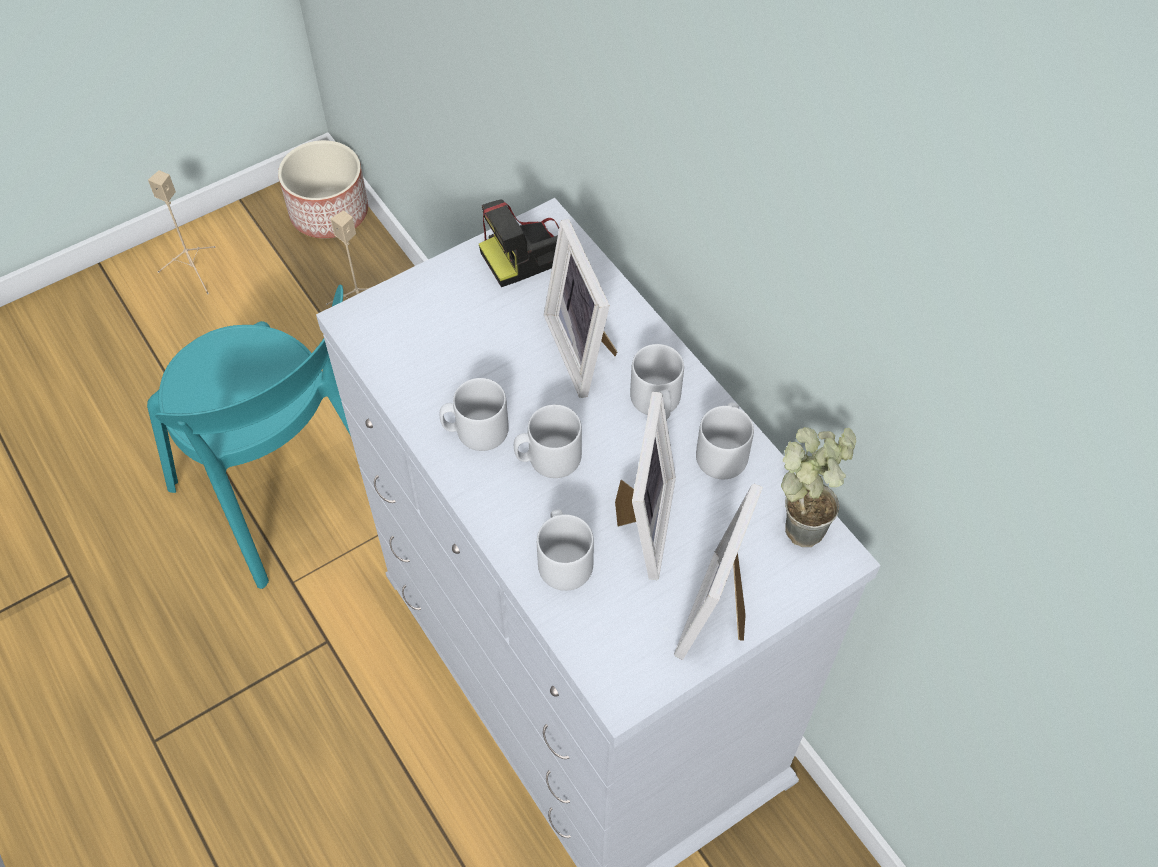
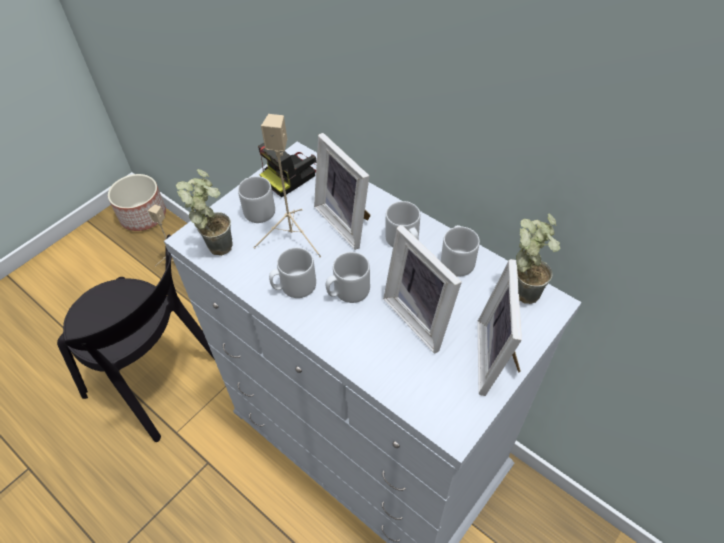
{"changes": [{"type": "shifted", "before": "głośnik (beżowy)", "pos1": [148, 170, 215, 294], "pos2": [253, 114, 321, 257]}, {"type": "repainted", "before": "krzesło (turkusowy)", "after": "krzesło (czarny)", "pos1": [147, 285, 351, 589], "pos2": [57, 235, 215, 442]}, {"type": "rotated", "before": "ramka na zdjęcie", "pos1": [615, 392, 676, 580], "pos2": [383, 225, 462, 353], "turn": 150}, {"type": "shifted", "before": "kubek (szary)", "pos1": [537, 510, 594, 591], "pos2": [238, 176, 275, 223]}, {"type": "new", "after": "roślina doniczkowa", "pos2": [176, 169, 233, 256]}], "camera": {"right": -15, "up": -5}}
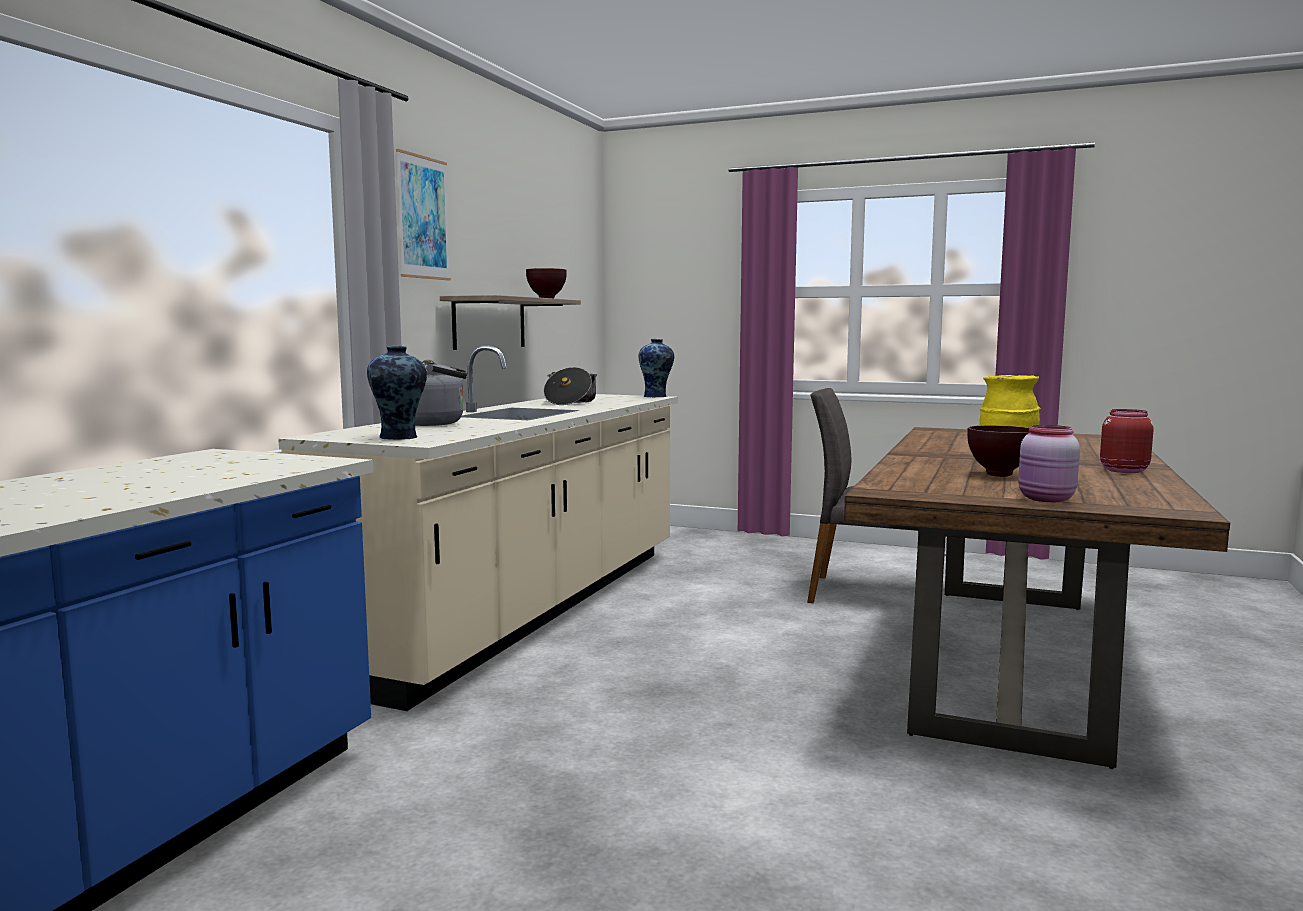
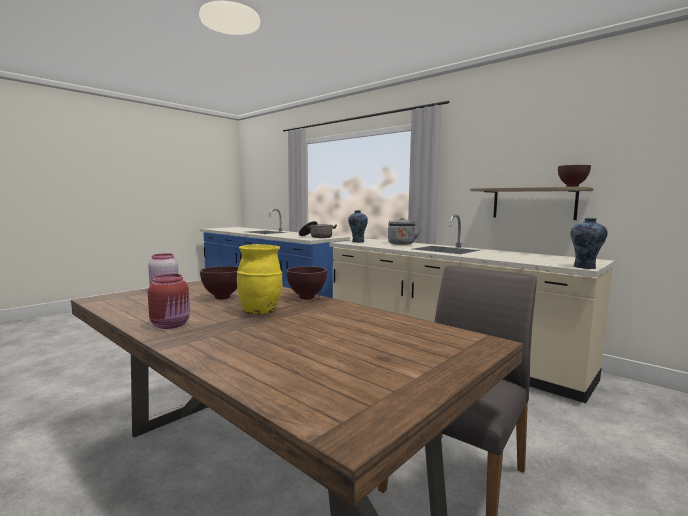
{"changes": [{"type": "gone", "before": "obraz", "pos1": [396, 149, 451, 280]}, {"type": "shifted", "before": "garnek", "pos1": [544, 367, 597, 405], "pos2": [299, 221, 337, 238]}, {"type": "new", "after": "miska (brązowy)", "pos2": [287, 266, 327, 300]}], "camera": {"right": 110, "up": 0}}
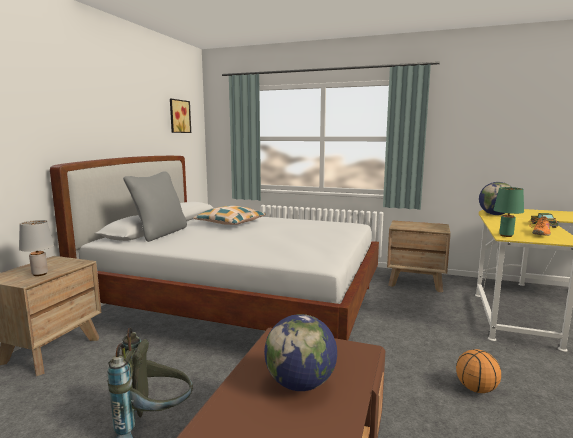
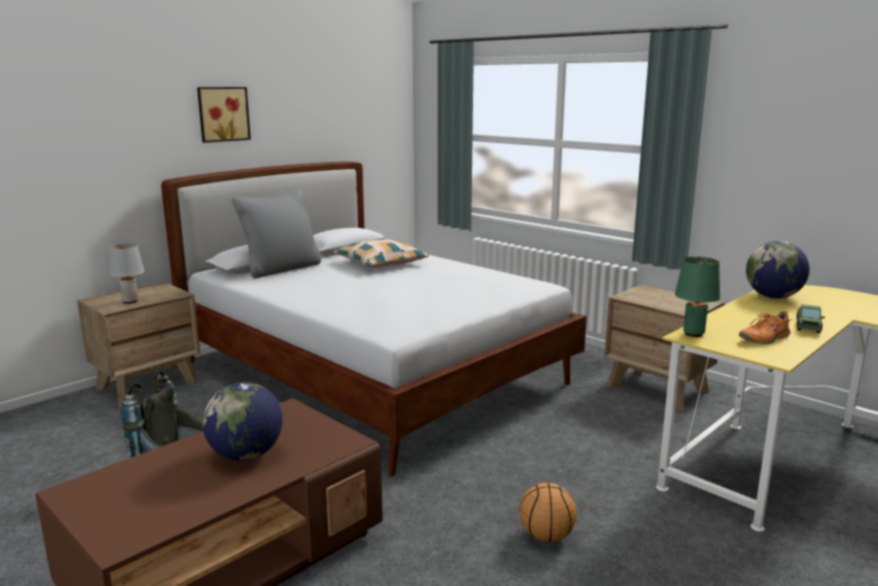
{"changes": [{"type": "shifted", "before": "obraz", "pos1": [170, 99, 191, 133], "pos2": [197, 87, 251, 143]}], "camera": {"right": 25, "up": 5}}
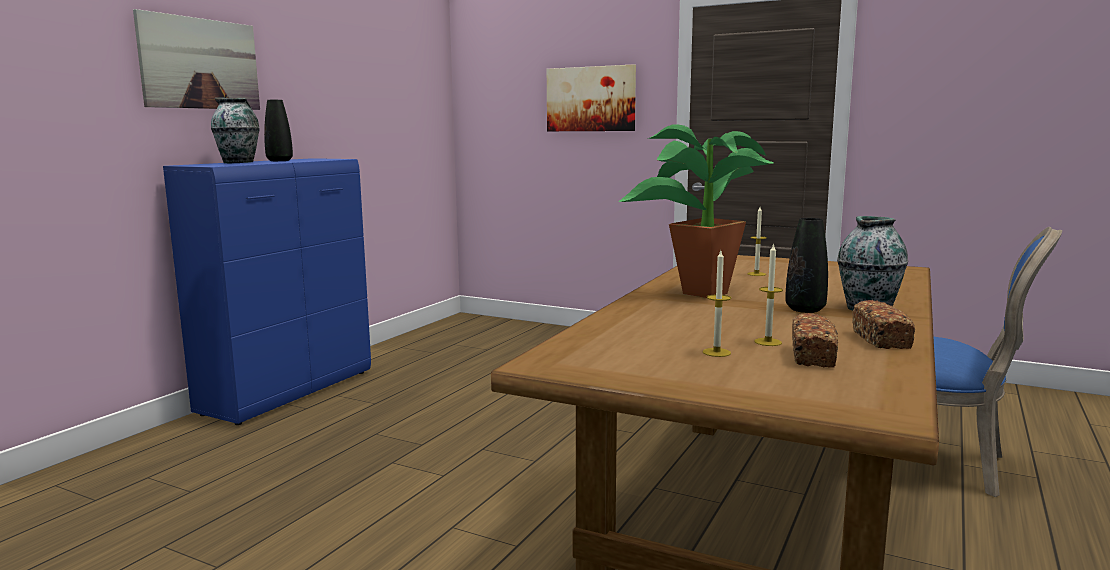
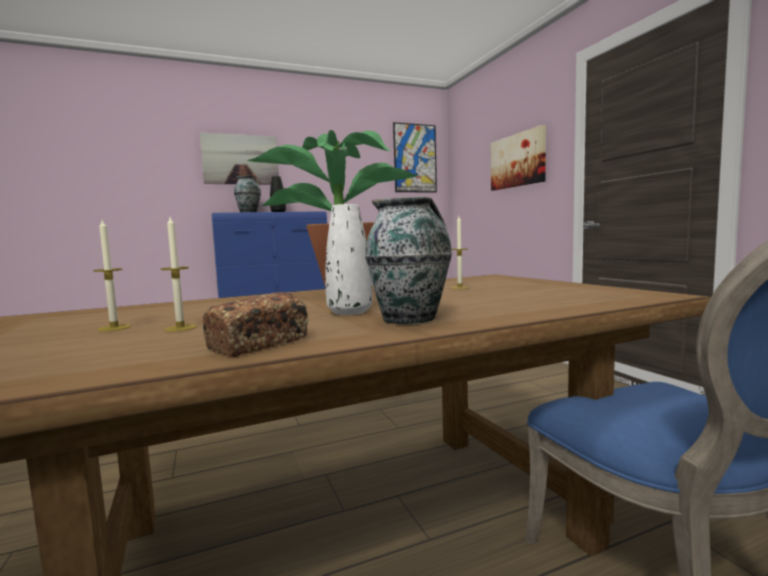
{"changes": [{"type": "repainted", "before": "wazon (czarny)", "after": "wazon (biały)", "pos1": [785, 218, 828, 313], "pos2": [325, 204, 372, 315]}, {"type": "gone", "before": "chleb", "pos1": [792, 313, 838, 368]}, {"type": "new", "after": "obraz", "pos2": [393, 122, 437, 192]}], "camera": {"right": 40, "up": -5}}
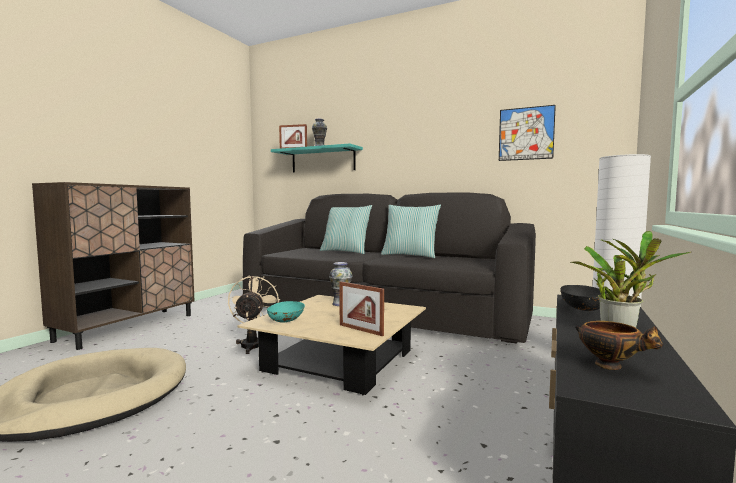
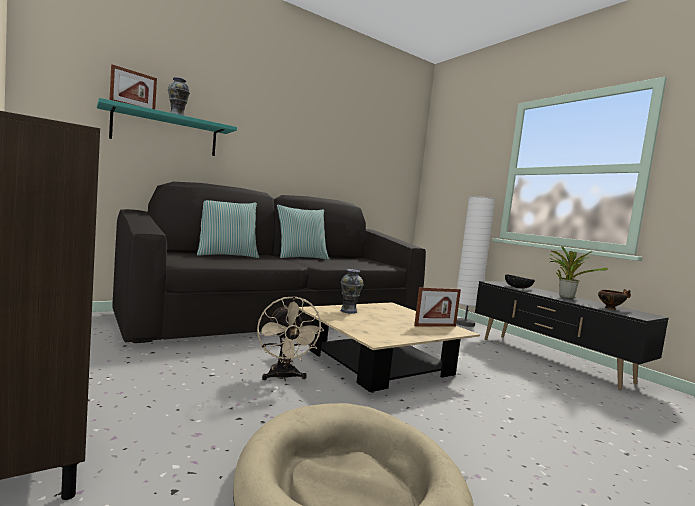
{"changes": [{"type": "gone", "before": "obraz", "pos1": [499, 105, 556, 161]}, {"type": "rotated", "before": "wentylator (beżowy)", "pos1": [228, 276, 280, 354], "pos2": [257, 296, 324, 381], "turn": -135}, {"type": "gone", "before": "miska (turkusowy)", "pos1": [267, 301, 305, 323]}], "camera": {"right": -60, "up": 0}}
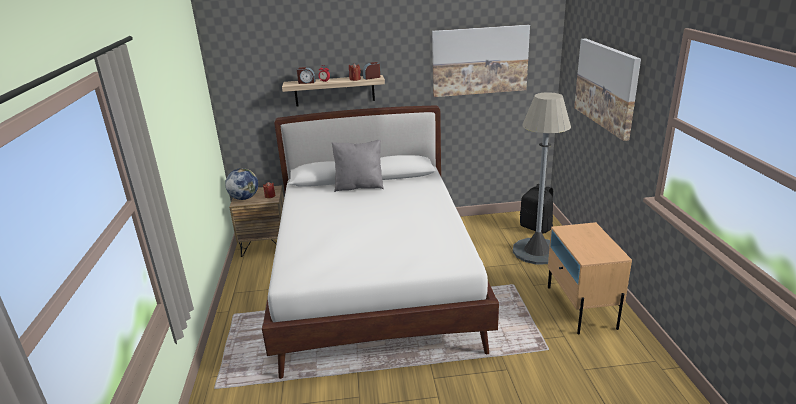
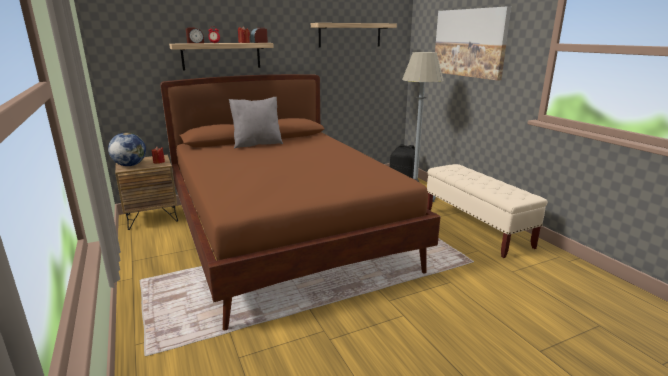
{"changes": [{"type": "swapped", "before": "obraz", "after": "półka", "pos1": [432, 25, 530, 97], "pos2": [311, 23, 397, 47]}, {"type": "repainted", "before": "łóżko (biały)", "after": "łóżko (brązowy)", "pos1": [262, 105, 499, 379], "pos2": [160, 74, 441, 330]}, {"type": "swapped", "before": "szafka nocna (beżowy)", "after": "ławka (beżowy)", "pos1": [548, 222, 632, 334], "pos2": [427, 164, 548, 258]}], "camera": {"right": -20, "up": -5}}
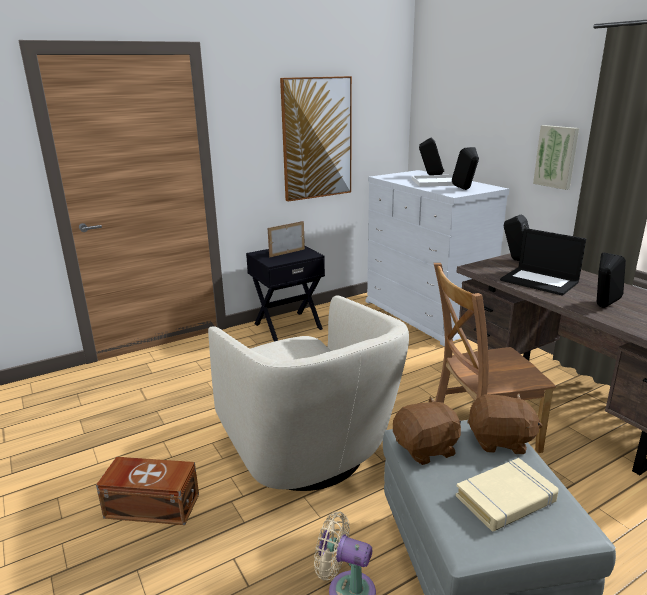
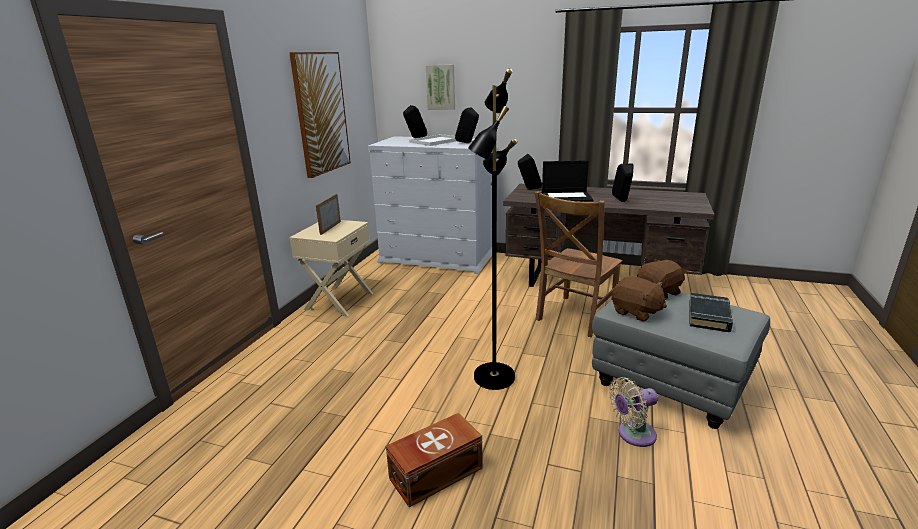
{"changes": [{"type": "shifted", "before": "obraz", "pos1": [533, 125, 579, 190], "pos2": [426, 65, 455, 110]}, {"type": "repainted", "before": "szafka nocna (czarny)", "after": "szafka nocna (beżowy)", "pos1": [246, 246, 325, 341], "pos2": [289, 220, 373, 316]}, {"type": "swapped", "before": "fotel (beżowy)", "after": "lampa stojąca (czarny)", "pos1": [208, 296, 409, 491], "pos2": [468, 68, 517, 390]}, {"type": "rotated", "before": "pluszak (brązowy)", "pos1": [393, 397, 461, 465], "pos2": [612, 276, 667, 322], "turn": 105}, {"type": "repainted", "before": "książka (beżowy)", "after": "książka (czarny)", "pos1": [456, 458, 559, 531], "pos2": [689, 293, 733, 332]}], "camera": {"right": -40, "up": 0}}
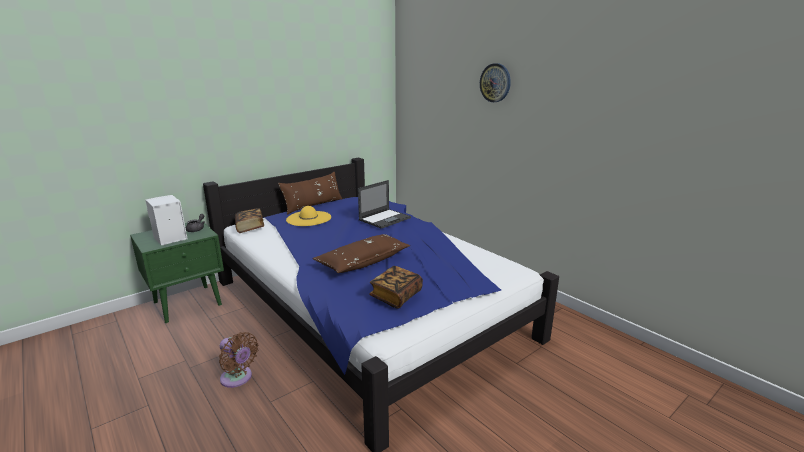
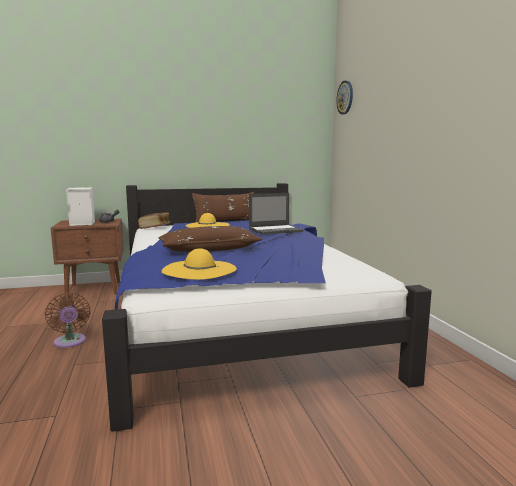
{"changes": [{"type": "shifted", "before": "zegar ścienny", "pos1": [480, 63, 511, 102], "pos2": [336, 81, 353, 115]}, {"type": "repainted", "before": "szafka nocna (zielony)", "after": "szafka nocna (brązowy)", "pos1": [130, 220, 224, 323], "pos2": [51, 219, 124, 295]}, {"type": "swapped", "before": "książka", "after": "kapelusz (żółty)", "pos1": [369, 266, 423, 309], "pos2": [162, 248, 237, 280]}], "camera": {"right": 25, "up": -10}}
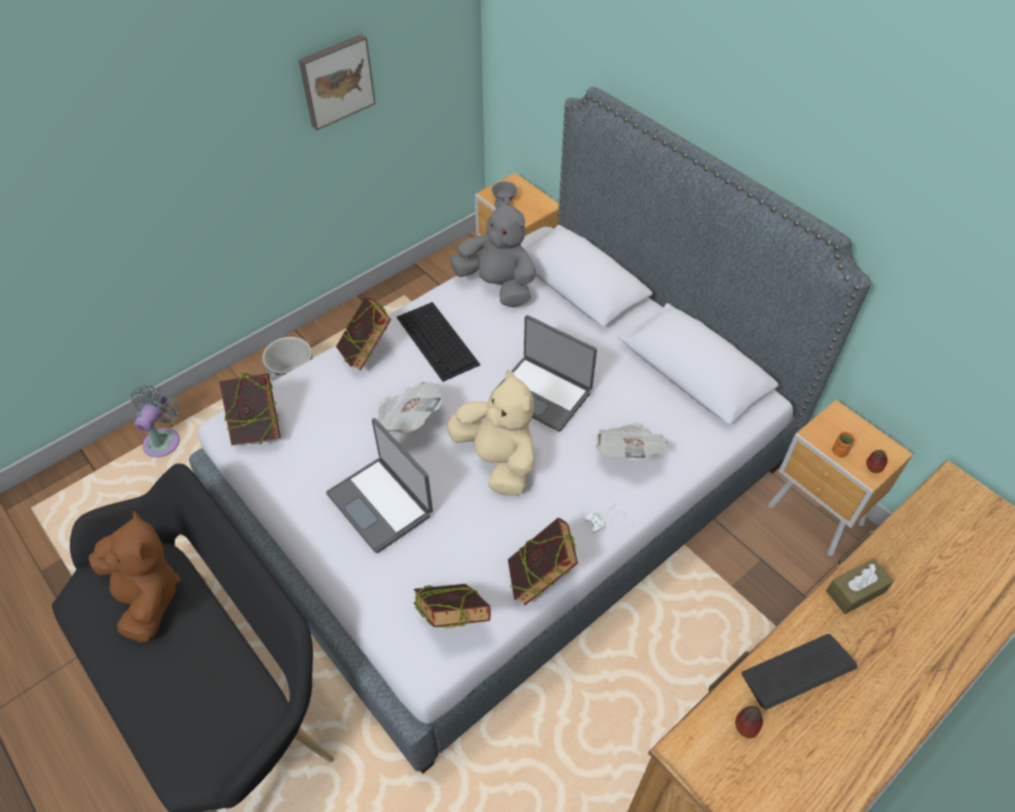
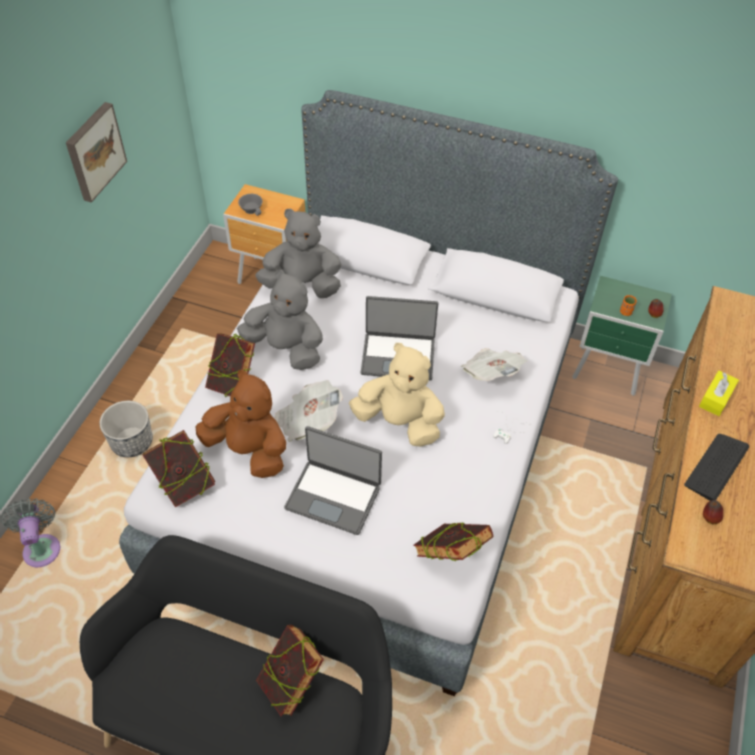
{"changes": [{"type": "swapped", "before": "klawiatura", "after": "pluszak (szary)", "pos1": [397, 302, 481, 382], "pos2": [237, 270, 323, 370]}, {"type": "repainted", "before": "szafka nocna (brązowy)", "after": "szafka nocna (zielony)", "pos1": [769, 400, 913, 556], "pos2": [572, 276, 672, 396]}, {"type": "shifted", "before": "pluszak (brązowy)", "pos1": [89, 510, 180, 643], "pos2": [195, 370, 286, 478]}, {"type": "shifted", "before": "książka", "pos1": [508, 518, 578, 605], "pos2": [256, 625, 324, 716]}, {"type": "repainted", "before": "pudełko chusteczek (brązowy)", "after": "pudełko chusteczek (żółty)", "pos1": [826, 559, 894, 614], "pos2": [699, 370, 739, 416]}], "camera": {"right": -30, "up": 0}}
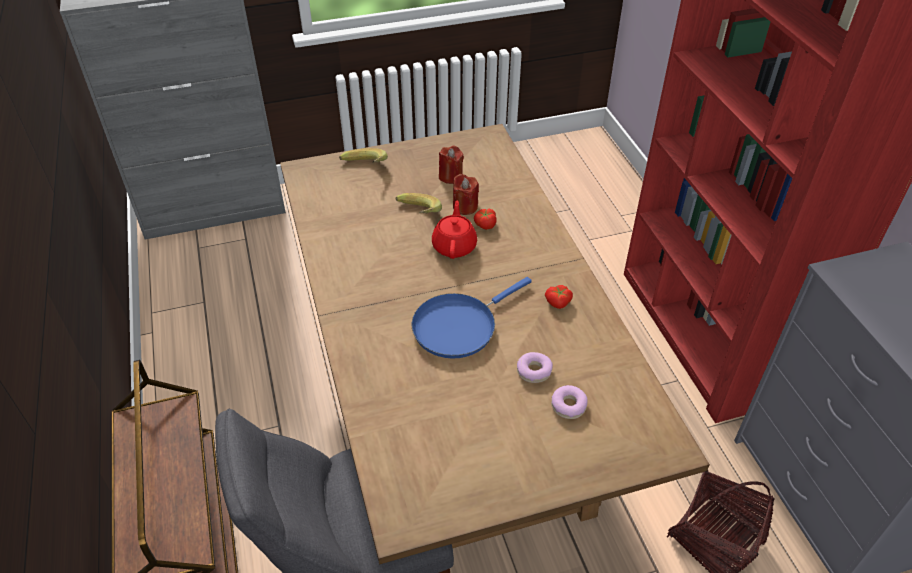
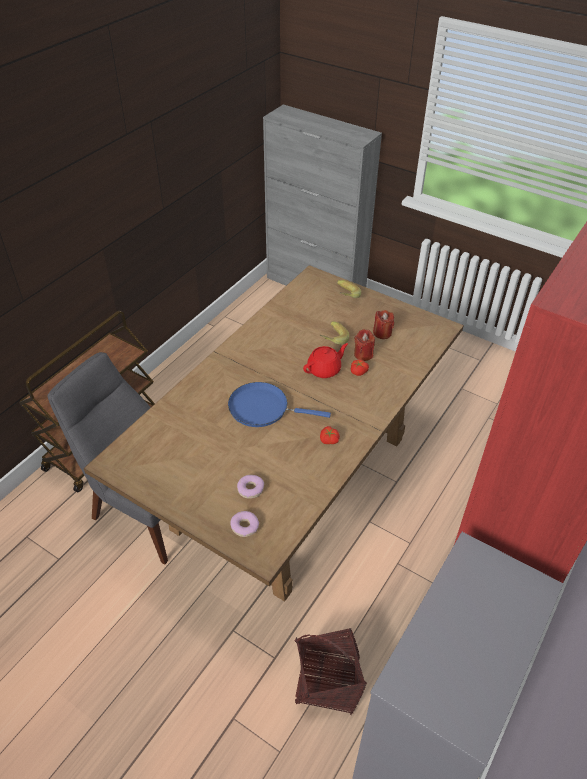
{"changes": [{"type": "shifted", "before": "donut", "pos1": [517, 352, 553, 383], "pos2": [230, 511, 259, 537]}], "camera": {"right": 50, "up": 0}}
